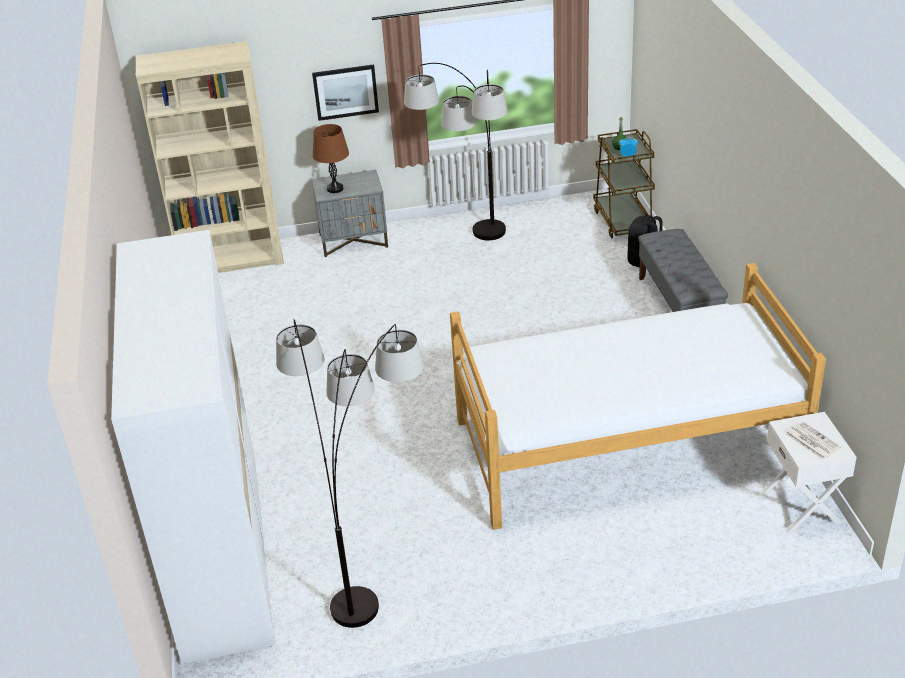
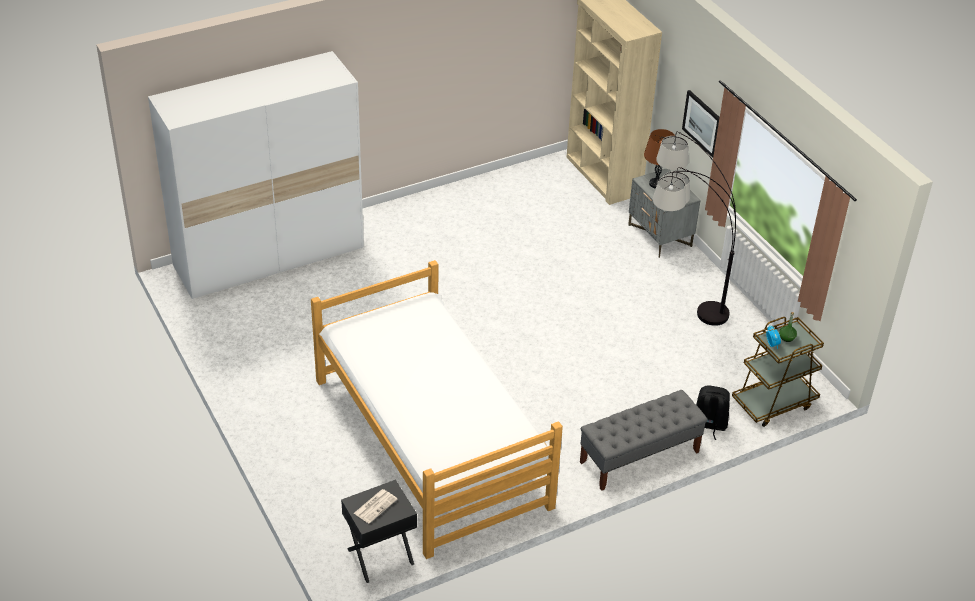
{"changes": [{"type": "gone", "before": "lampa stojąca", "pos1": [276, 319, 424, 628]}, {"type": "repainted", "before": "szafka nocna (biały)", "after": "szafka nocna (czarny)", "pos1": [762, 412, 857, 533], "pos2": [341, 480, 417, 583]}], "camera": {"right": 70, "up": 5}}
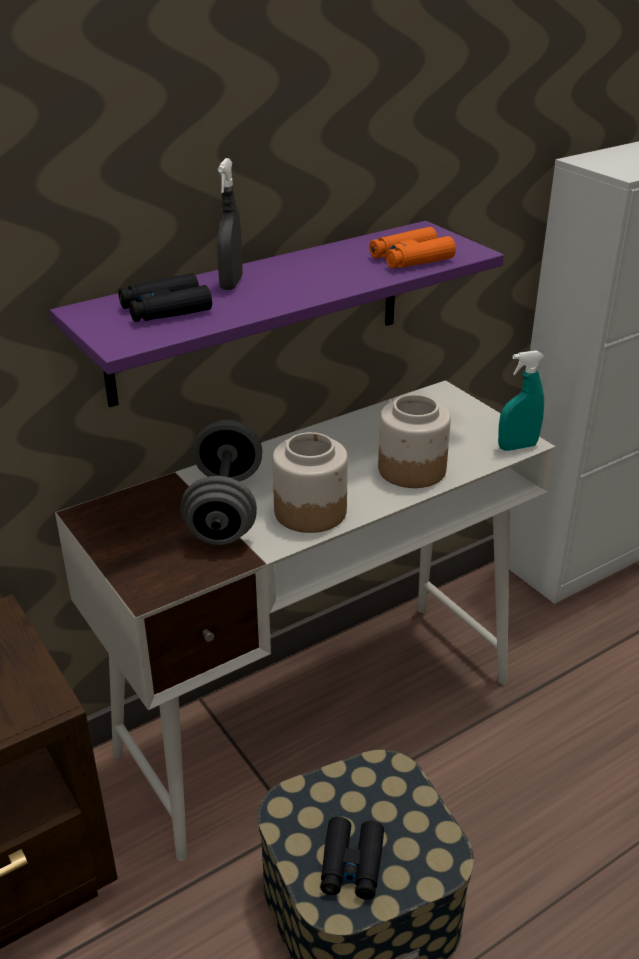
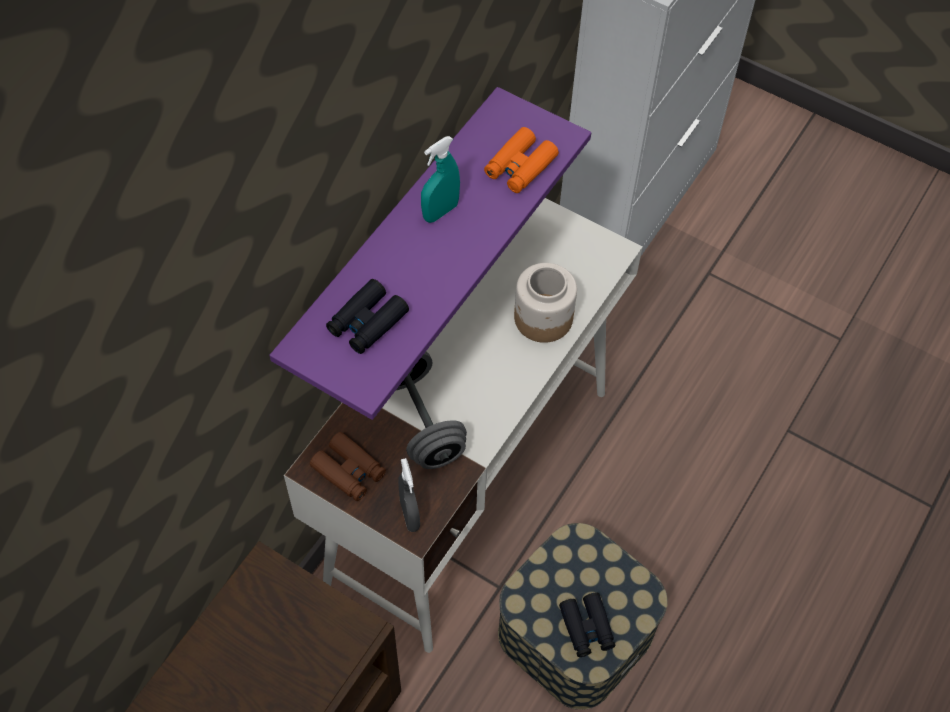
{"changes": [{"type": "shifted", "before": "spryskiwacz (szary)", "pos1": [217, 158, 242, 290], "pos2": [398, 458, 420, 532]}, {"type": "shifted", "before": "spryskiwacz (turkusowy)", "pos1": [498, 350, 544, 451], "pos2": [421, 136, 460, 223]}, {"type": "gone", "before": "słoik", "pos1": [273, 432, 348, 533]}, {"type": "new", "after": "lornetka (brązowy)", "pos2": [310, 432, 386, 501]}], "camera": {"right": -25, "up": 25}}
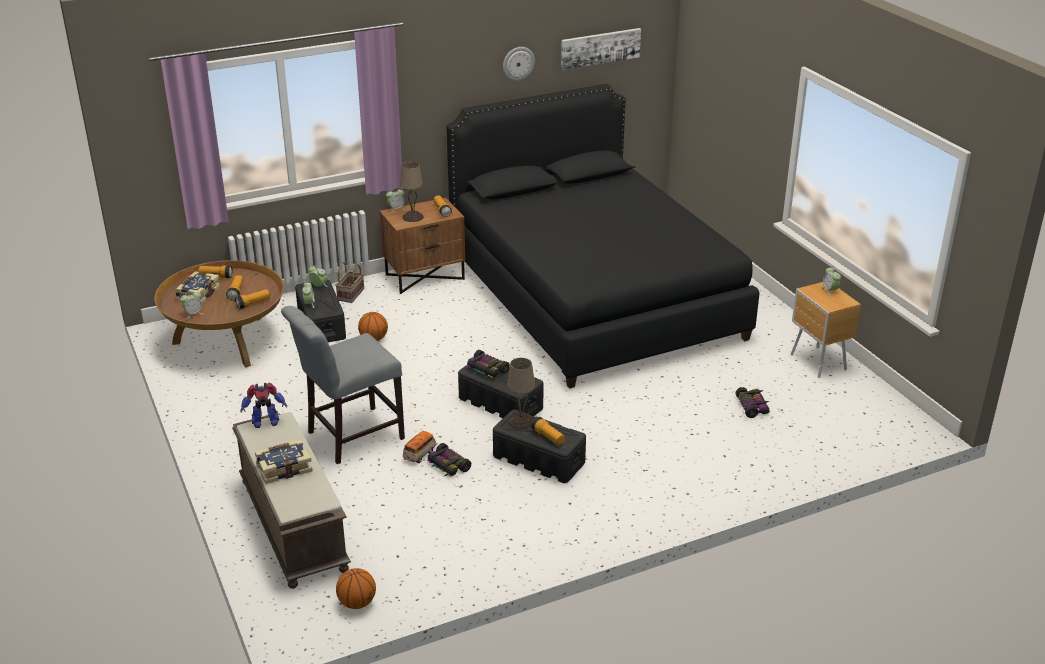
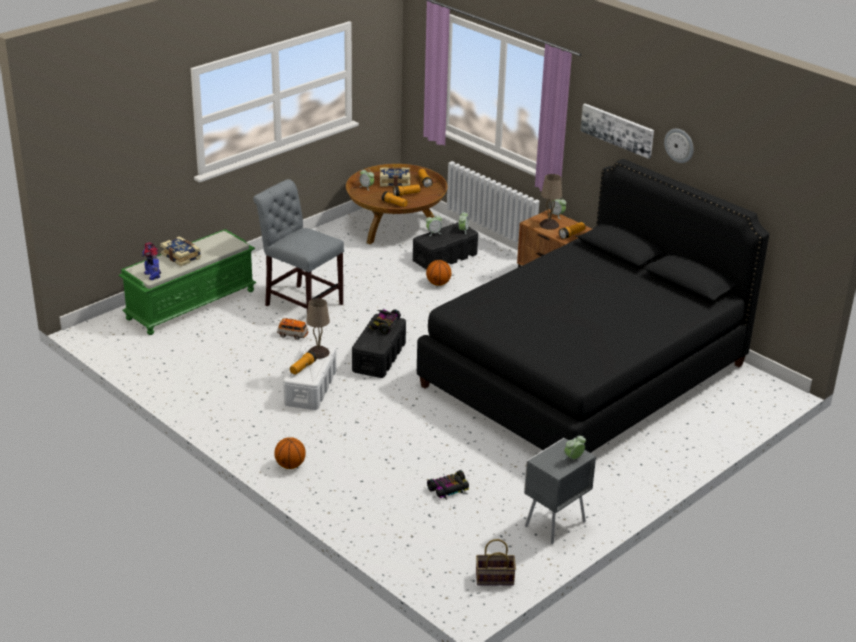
{"changes": [{"type": "shifted", "before": "obraz", "pos1": [561, 28, 641, 70], "pos2": [580, 103, 654, 159]}, {"type": "shifted", "before": "koszyk", "pos1": [335, 262, 364, 303], "pos2": [476, 539, 516, 586]}, {"type": "repainted", "before": "szafka nocna (brązowy)", "after": "szafka nocna (szary)", "pos1": [790, 282, 861, 378], "pos2": [524, 438, 596, 544]}, {"type": "shifted", "before": "robot zabawkowy", "pos1": [240, 383, 287, 428], "pos2": [142, 242, 161, 280]}, {"type": "repainted", "before": "pojemnik do przechowywania (czarny)", "after": "pojemnik do przechowywania (biały)", "pos1": [493, 409, 586, 483], "pos2": [283, 343, 336, 410]}, {"type": "repainted", "before": "ławka (brązowy)", "after": "ławka (zielony)", "pos1": [232, 412, 351, 589], "pos2": [119, 229, 256, 335]}, {"type": "gone", "before": "samochodzik", "pos1": [427, 443, 471, 476]}, {"type": "shifted", "before": "piłka do koszykówki", "pos1": [336, 568, 376, 609], "pos2": [274, 437, 306, 469]}], "camera": {"right": 70, "up": 0}}
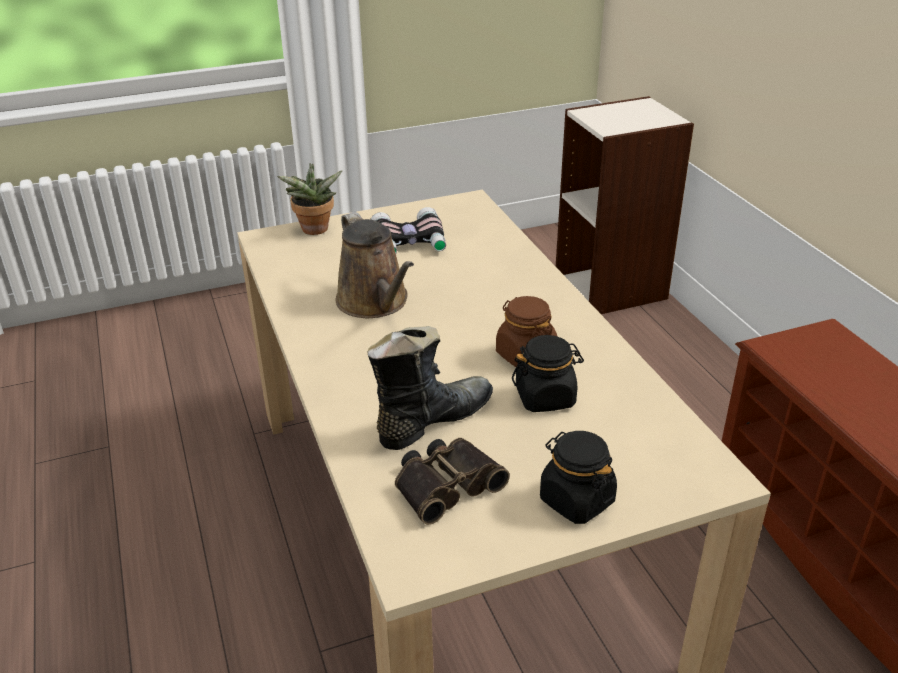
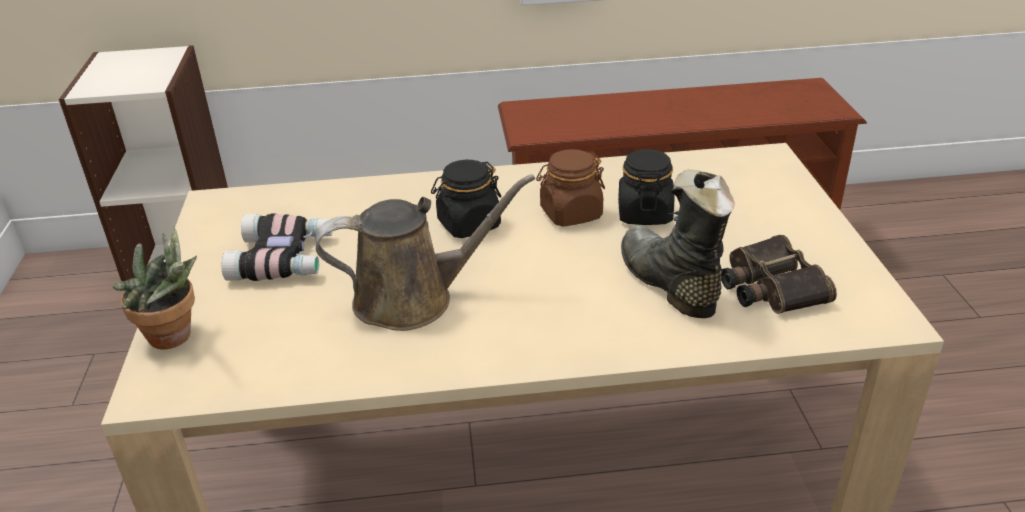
{"changes": [{"type": "shifted", "before": "słoik (czarny)", "pos1": [540, 431, 617, 524], "pos2": [431, 160, 501, 238]}], "camera": {"right": -75, "up": 0}}
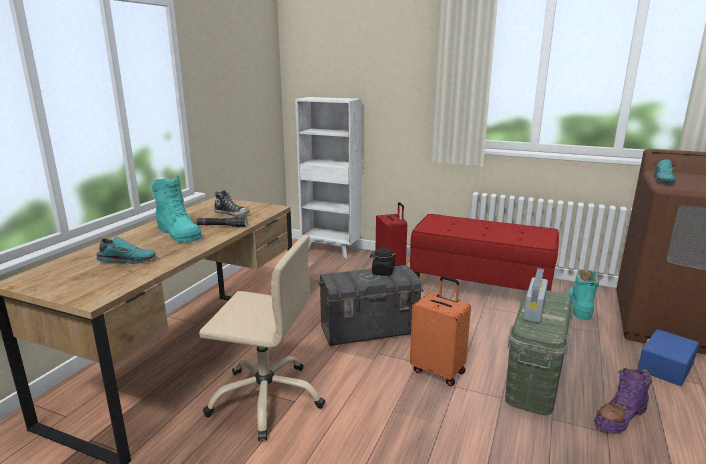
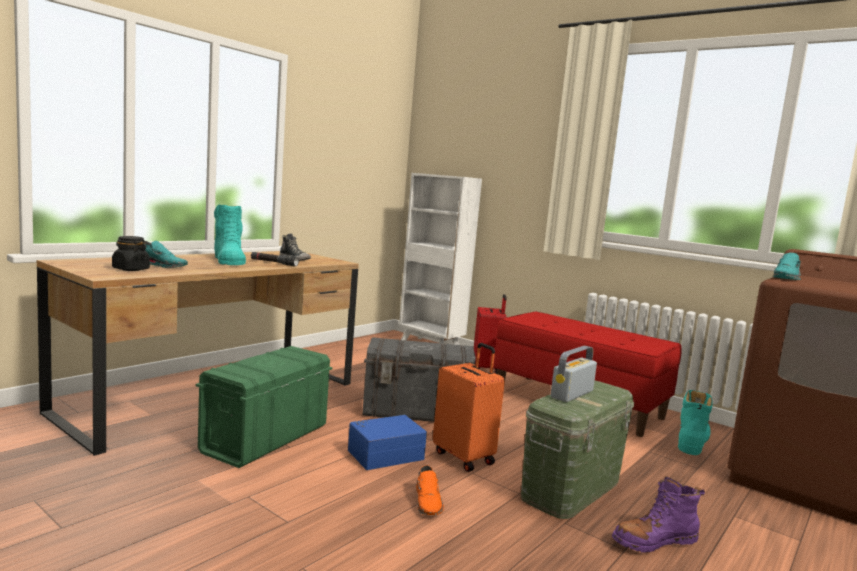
{"changes": [{"type": "swapped", "before": "krzesło biurowe (beżowy)", "after": "pojemnik do przechowywania (zielony)", "pos1": [199, 235, 325, 441], "pos2": [196, 346, 333, 468]}, {"type": "shifted", "before": "słoik (czarny)", "pos1": [370, 248, 396, 276], "pos2": [112, 236, 150, 271]}, {"type": "shifted", "before": "pojemnik do przechowywania (niebieski)", "pos1": [638, 329, 699, 386], "pos2": [348, 415, 427, 470]}, {"type": "new", "after": "but (pomarańczowy)", "pos2": [416, 465, 444, 515]}], "camera": {"right": 15, "up": -10}}
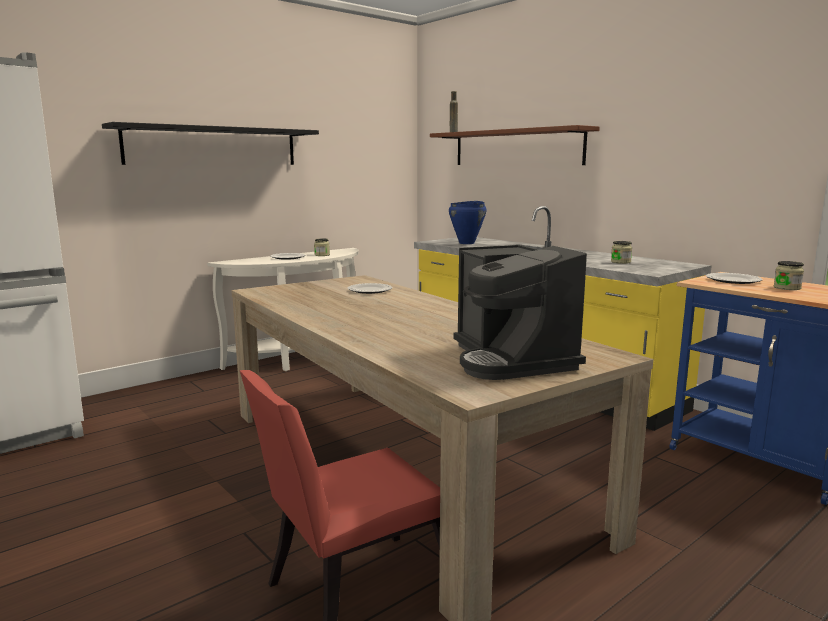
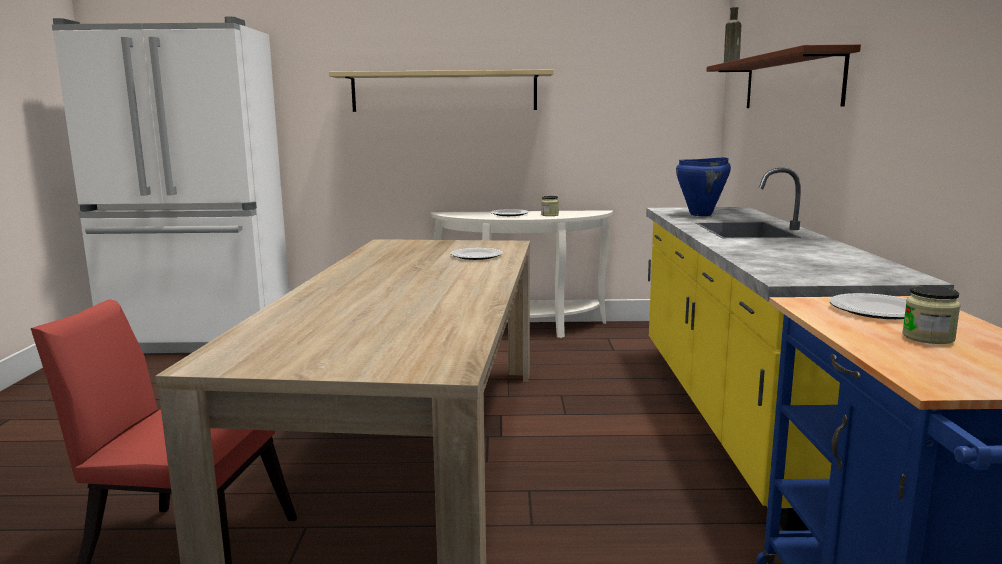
{"changes": [{"type": "repainted", "before": "półka (czarny)", "after": "półka (beżowy)", "pos1": [102, 122, 319, 165], "pos2": [329, 69, 554, 112]}, {"type": "gone", "before": "słoik", "pos1": [611, 241, 632, 264]}, {"type": "gone", "before": "ekspres do kawy", "pos1": [453, 245, 587, 380]}], "camera": {"right": 40, "up": 0}}
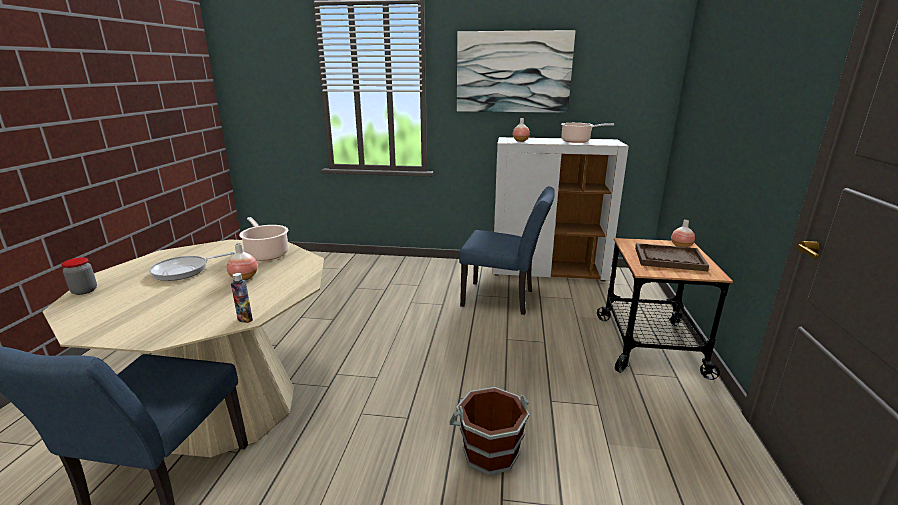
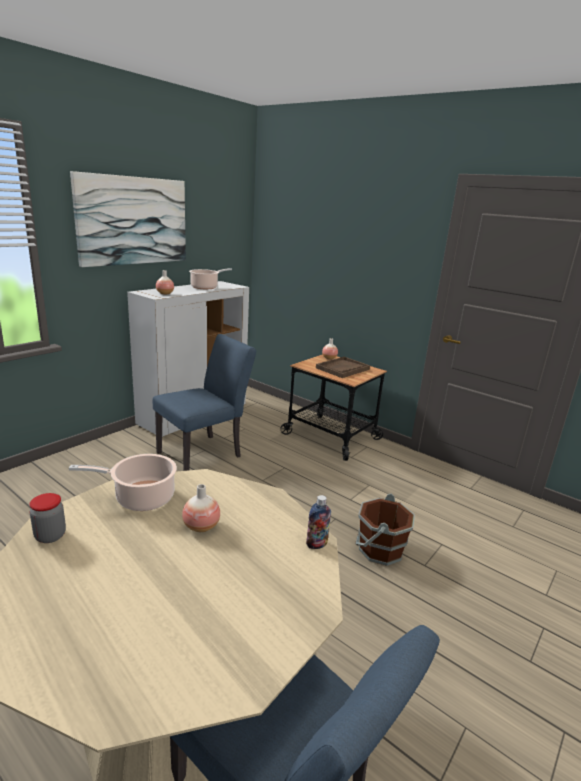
{"changes": [{"type": "gone", "before": "patelnia", "pos1": [149, 252, 234, 281]}, {"type": "shifted", "before": "słoik", "pos1": [61, 258, 97, 295], "pos2": [29, 493, 66, 543]}], "camera": {"right": -60, "up": 0}}
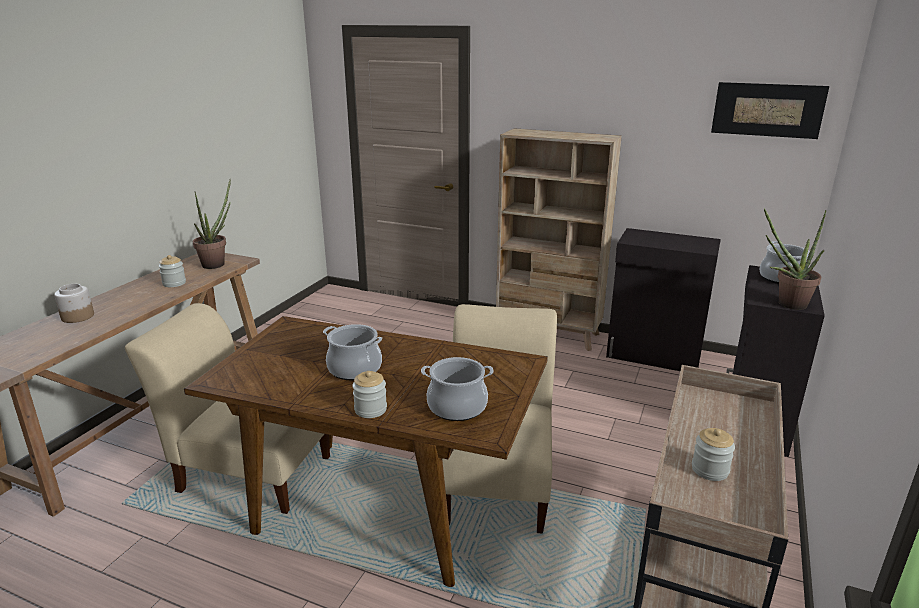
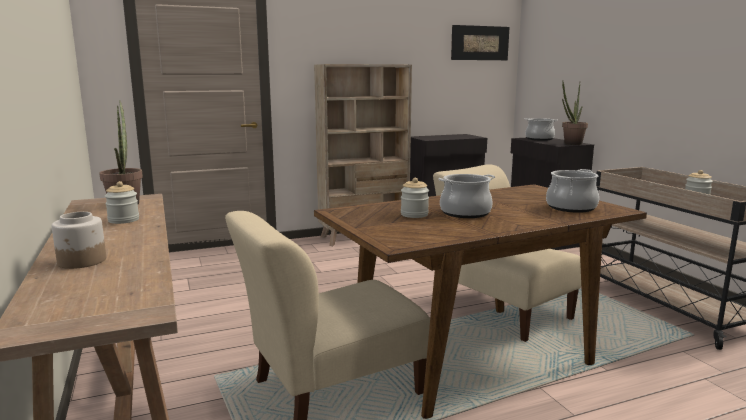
{"changes": [{"type": "shifted", "before": "słoik", "pos1": [352, 371, 387, 418], "pos2": [401, 178, 429, 218]}], "camera": {"right": -45, "up": -10}}
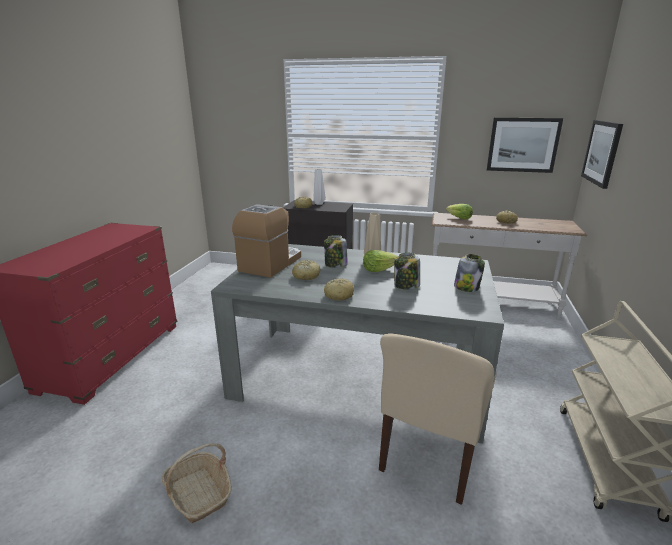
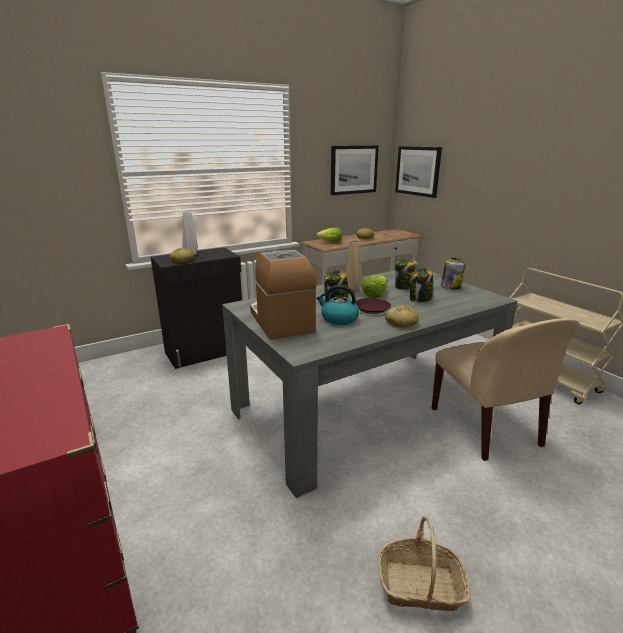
{"changes": [{"type": "swapped", "before": "chleb", "after": "czajnik", "pos1": [292, 260, 320, 280], "pos2": [316, 285, 359, 325]}, {"type": "new", "after": "słoik", "pos2": [395, 258, 418, 290]}, {"type": "new", "after": "talerz (brązowy)", "pos2": [355, 298, 391, 314]}], "camera": {"right": -45, "up": 0}}
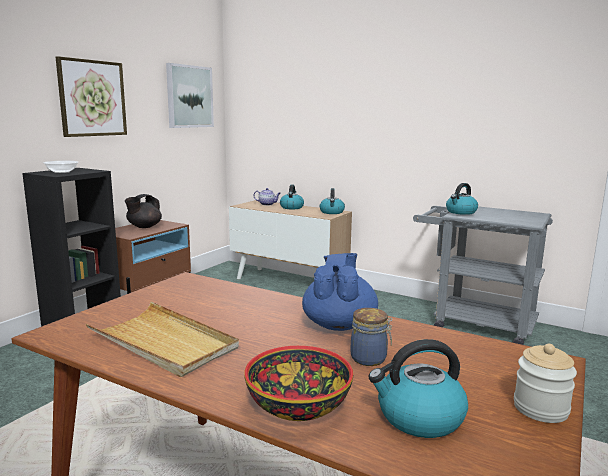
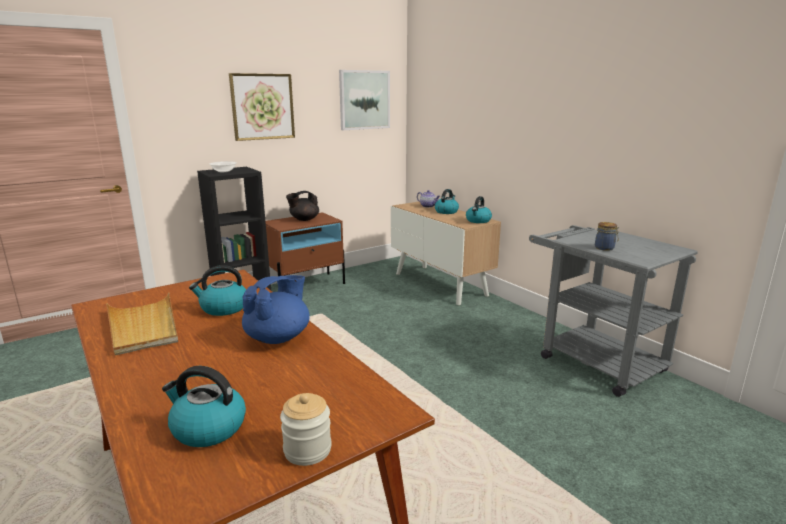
{"changes": [{"type": "shifted", "before": "czajnik", "pos1": [446, 183, 478, 215], "pos2": [189, 265, 246, 316]}, {"type": "shifted", "before": "słoik", "pos1": [351, 308, 393, 366], "pos2": [595, 222, 620, 251]}, {"type": "gone", "before": "miska", "pos1": [244, 346, 353, 421]}], "camera": {"right": 25, "up": 5}}
